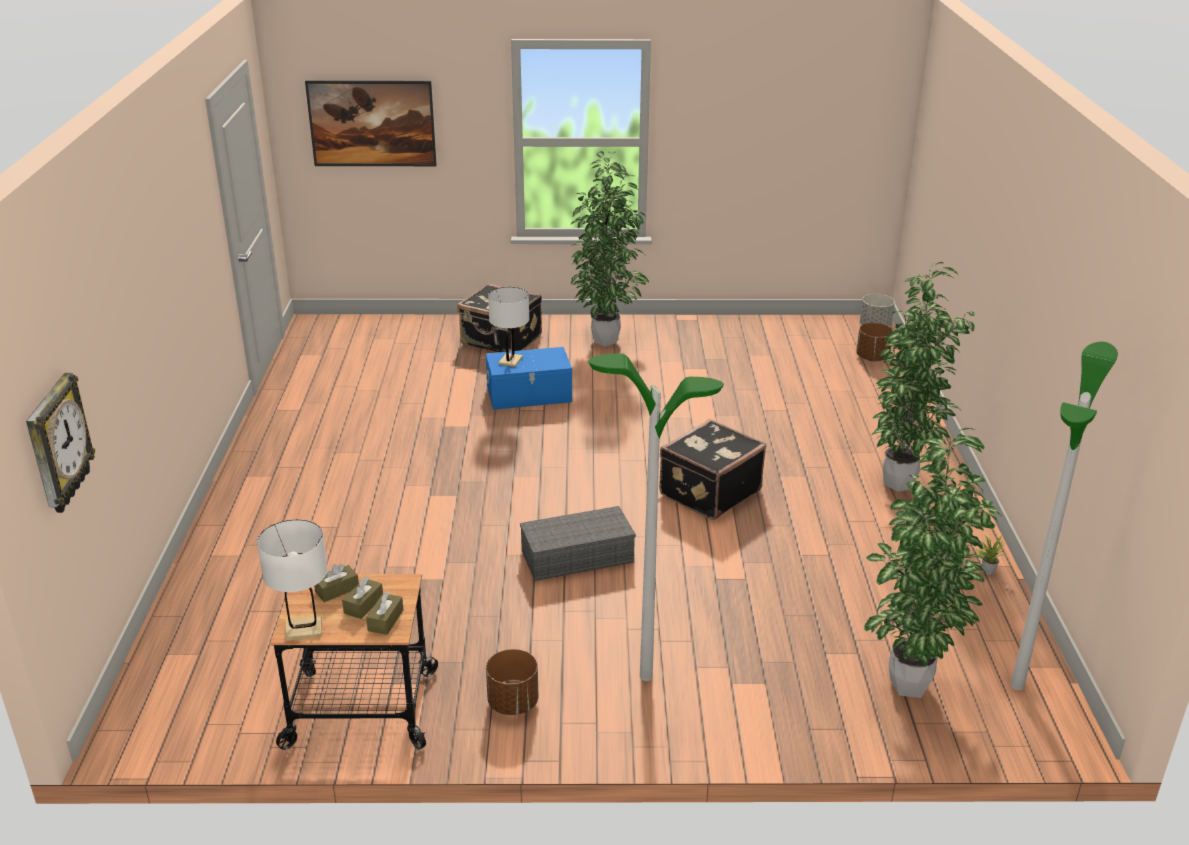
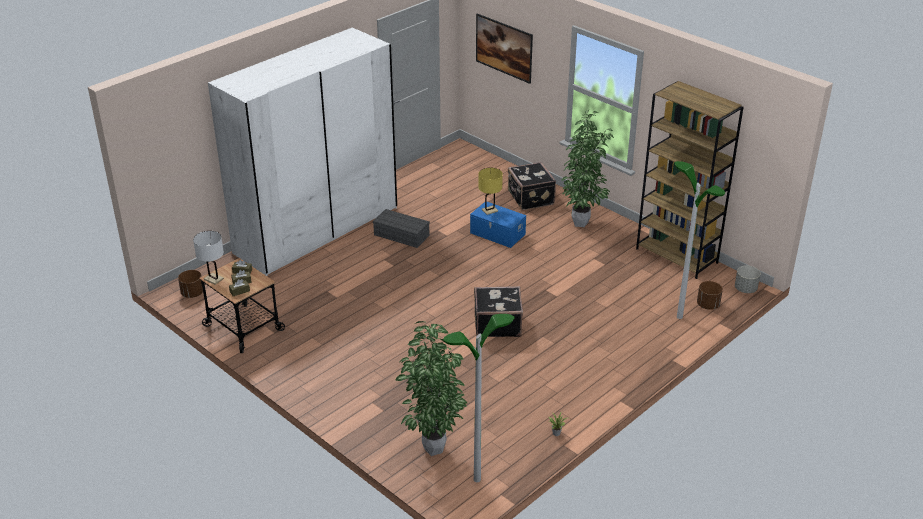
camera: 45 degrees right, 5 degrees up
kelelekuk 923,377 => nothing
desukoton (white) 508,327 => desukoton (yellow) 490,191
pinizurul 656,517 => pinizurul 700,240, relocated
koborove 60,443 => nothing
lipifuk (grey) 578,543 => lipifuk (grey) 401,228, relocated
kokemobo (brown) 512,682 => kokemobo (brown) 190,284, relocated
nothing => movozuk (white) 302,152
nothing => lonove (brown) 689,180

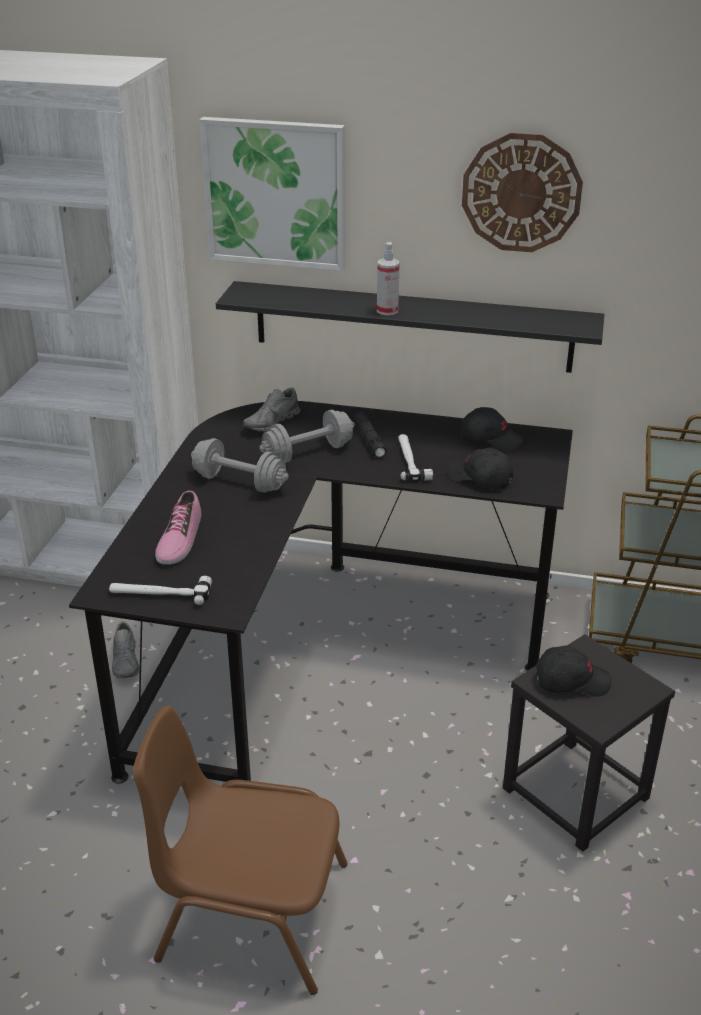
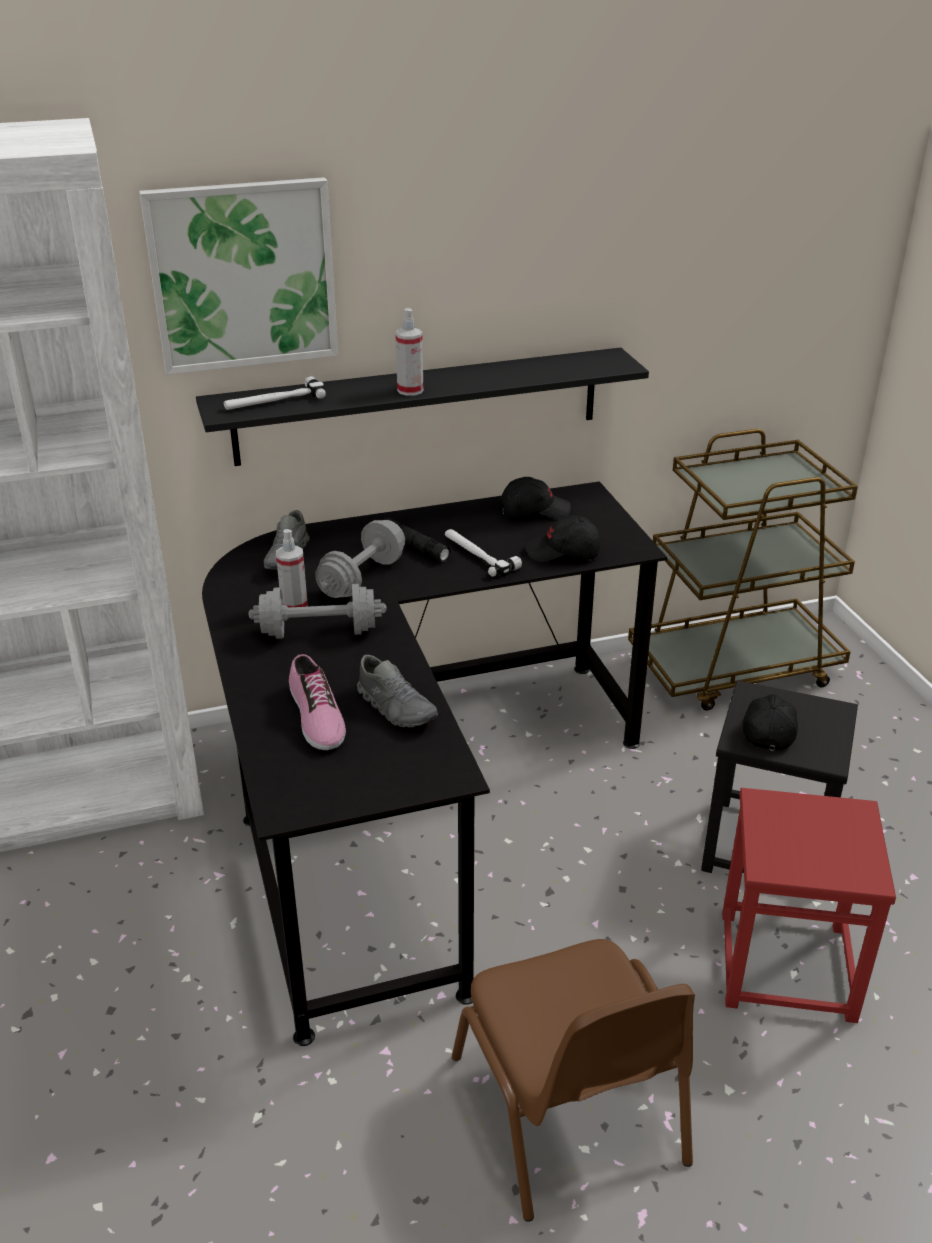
camera: 30 degrees left, 0 degrees up
koborove 522,192 => nothing
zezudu 160,590 => zezudu 275,393, relocated
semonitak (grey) 126,649 => semonitak (grey) 397,691, relocated
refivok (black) 573,671 => refivok (black) 770,722, 45 degrees counterclockwise
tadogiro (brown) 240,850 => tadogiro (brown) 573,1080, 90 degrees counterclockwise
nothing => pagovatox 292,568
nothing => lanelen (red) 809,905

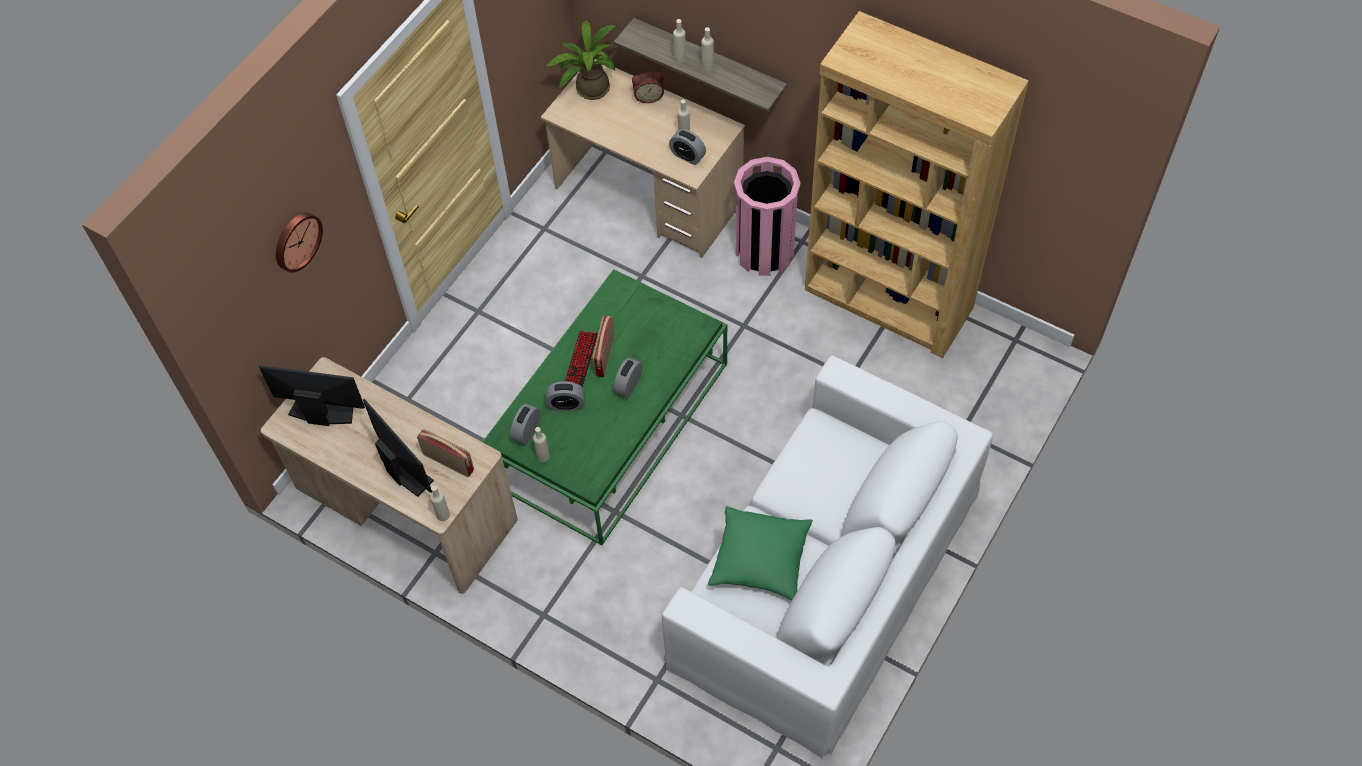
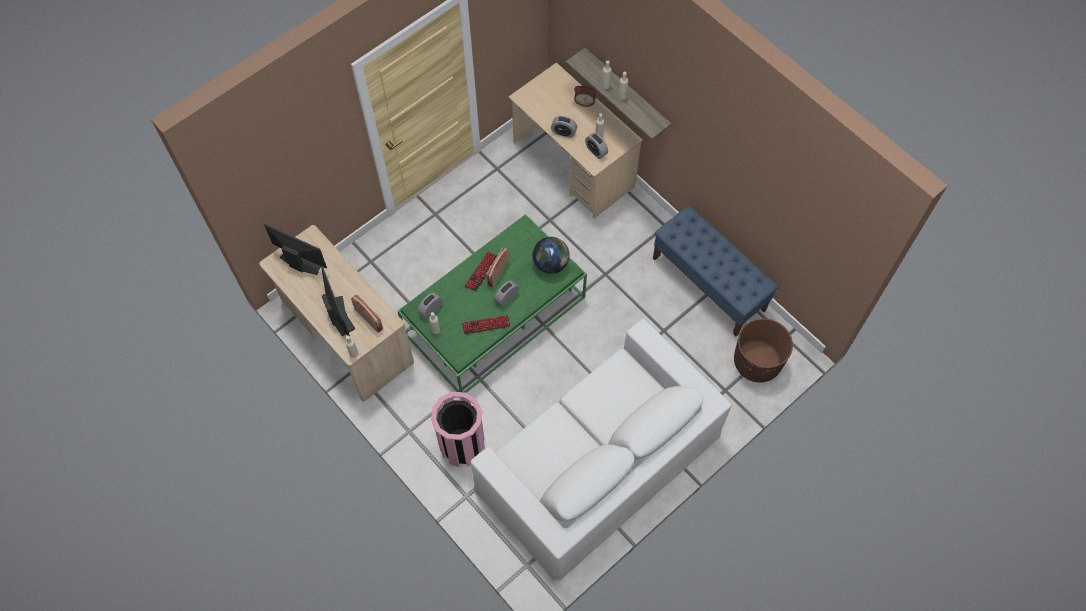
camera: 15 degrees right, 5 degrees up
lonove (brown) 917,184 => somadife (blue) 715,271
kelelekuk 581,60 => nothing
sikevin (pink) 767,216 => sikevin (pink) 458,429, relocated
koborove 299,243 => nothing
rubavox 565,396 => rubavox 564,127, relocated
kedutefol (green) 760,553 => nothing
nothing => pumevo 551,255
nothing => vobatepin 486,325
nothing => kokemobo (brown) 763,350

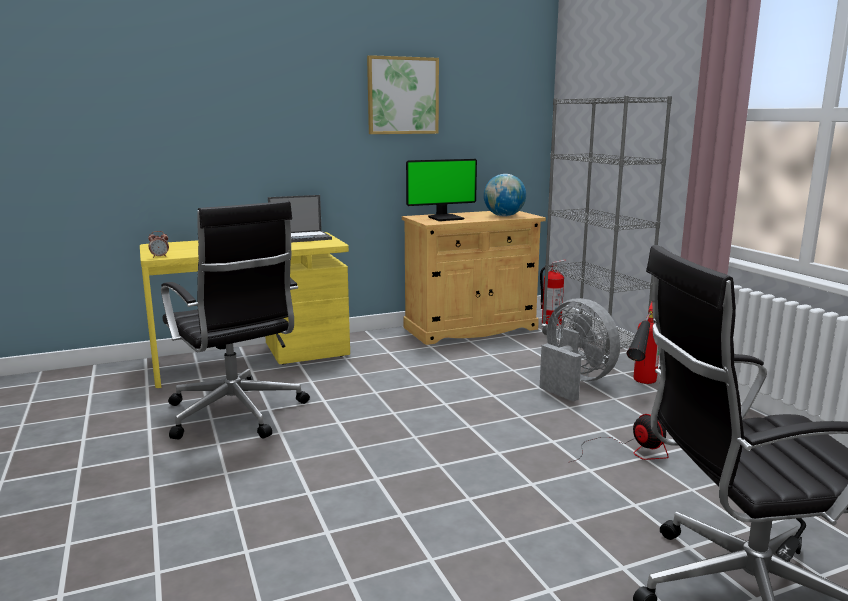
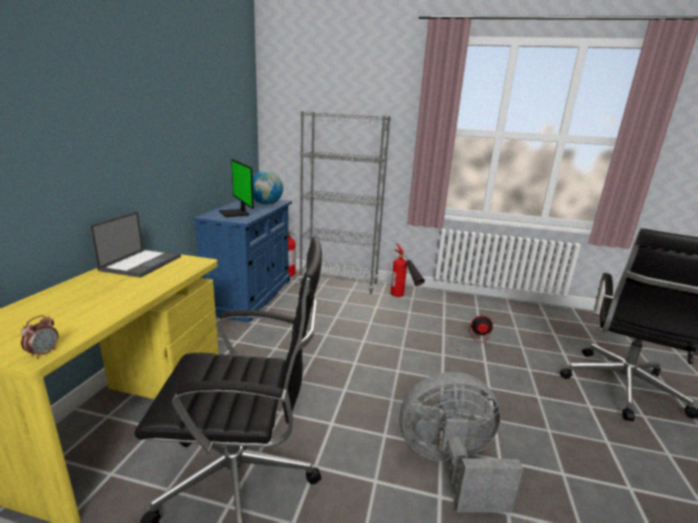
camera: 55 degrees left, 5 degrees up
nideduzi 403,94 => nothing
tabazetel 441,190 => tabazetel 236,188, 135 degrees clockwise
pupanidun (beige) 474,278 => pupanidun (blue) 242,261
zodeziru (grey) 580,349 => zodeziru (grey) 461,442, relocated

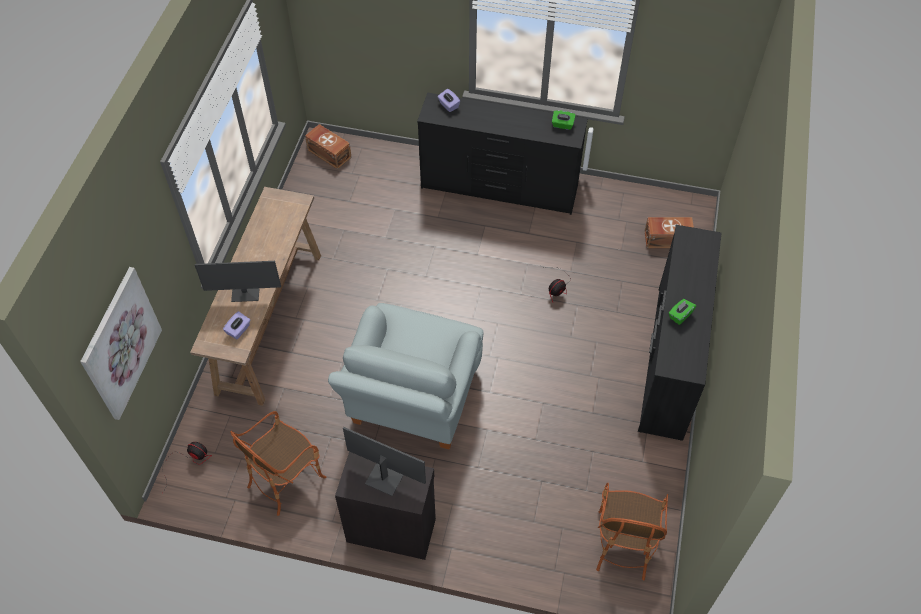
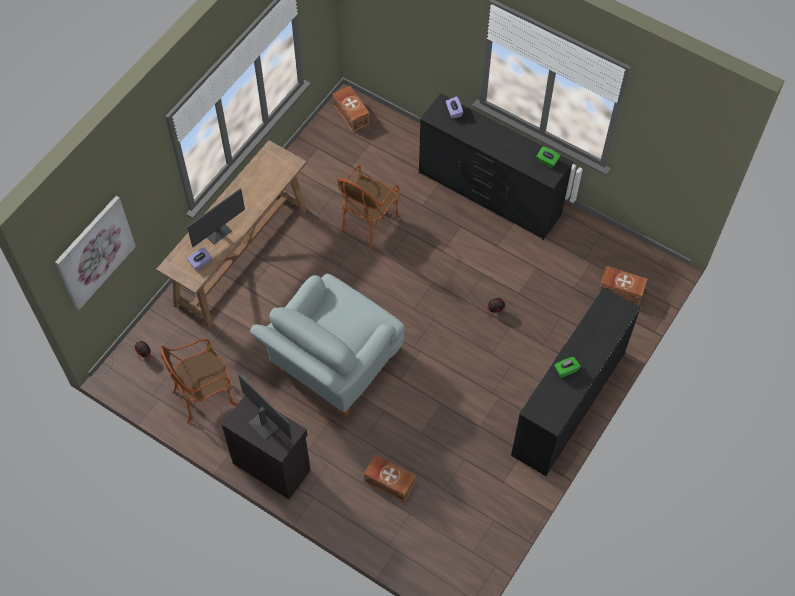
camera: 20 degrees right, 5 degrees up
tabazetel 238,281 => tabazetel 216,217, 60 degrees counterclockwise
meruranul 632,531 => meruranul 368,207, relocated
nothing => lipifuk (brown) 389,479

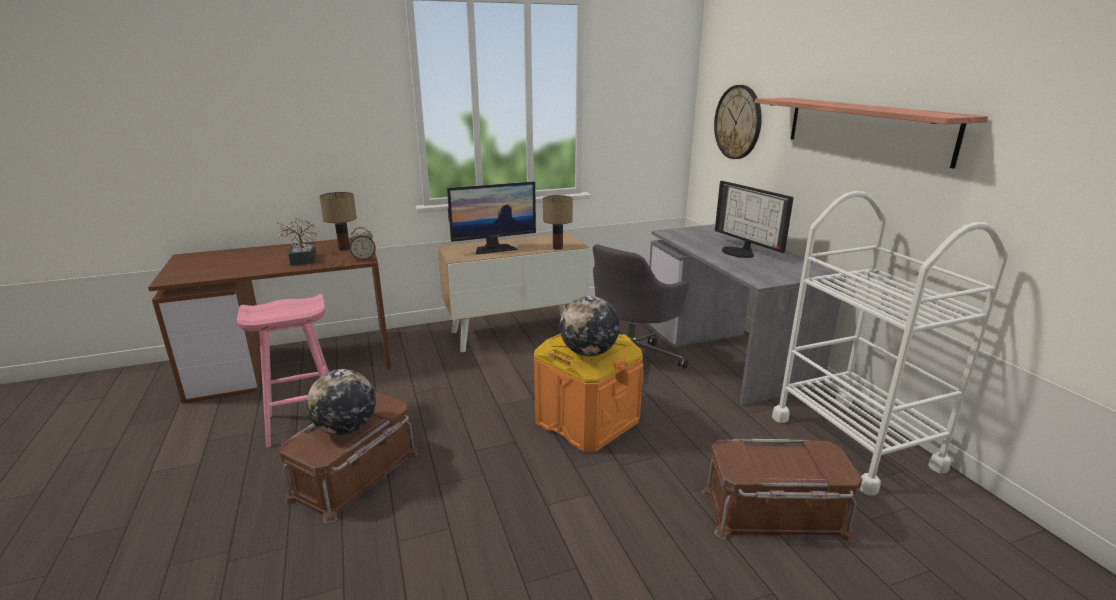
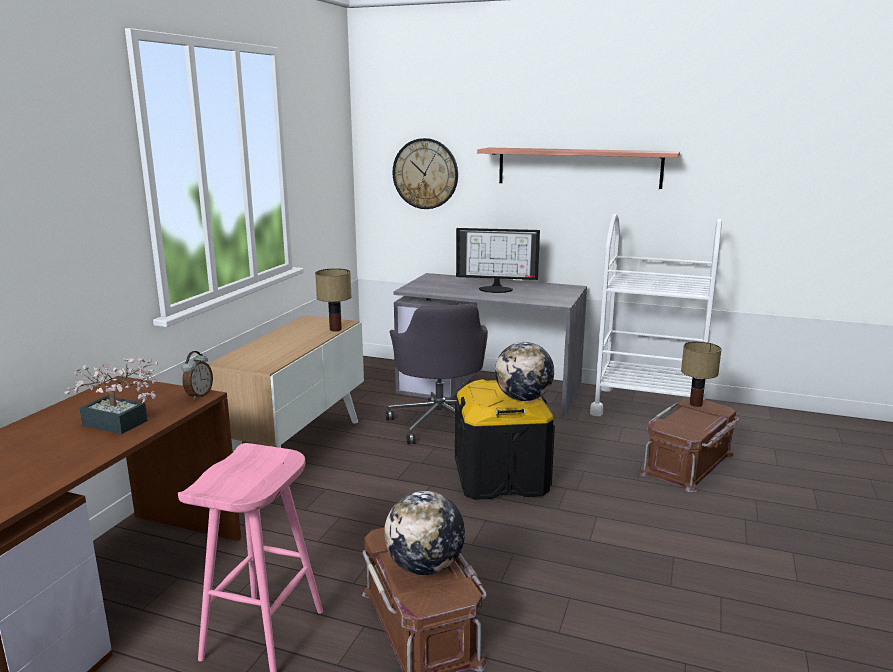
camera: 50 degrees left, 5 degrees down
tabazetel 491,218 => nothing
desukoton 338,221 => desukoton 701,374, relocated
lipifuk (orange) 588,393 => lipifuk (black) 505,439

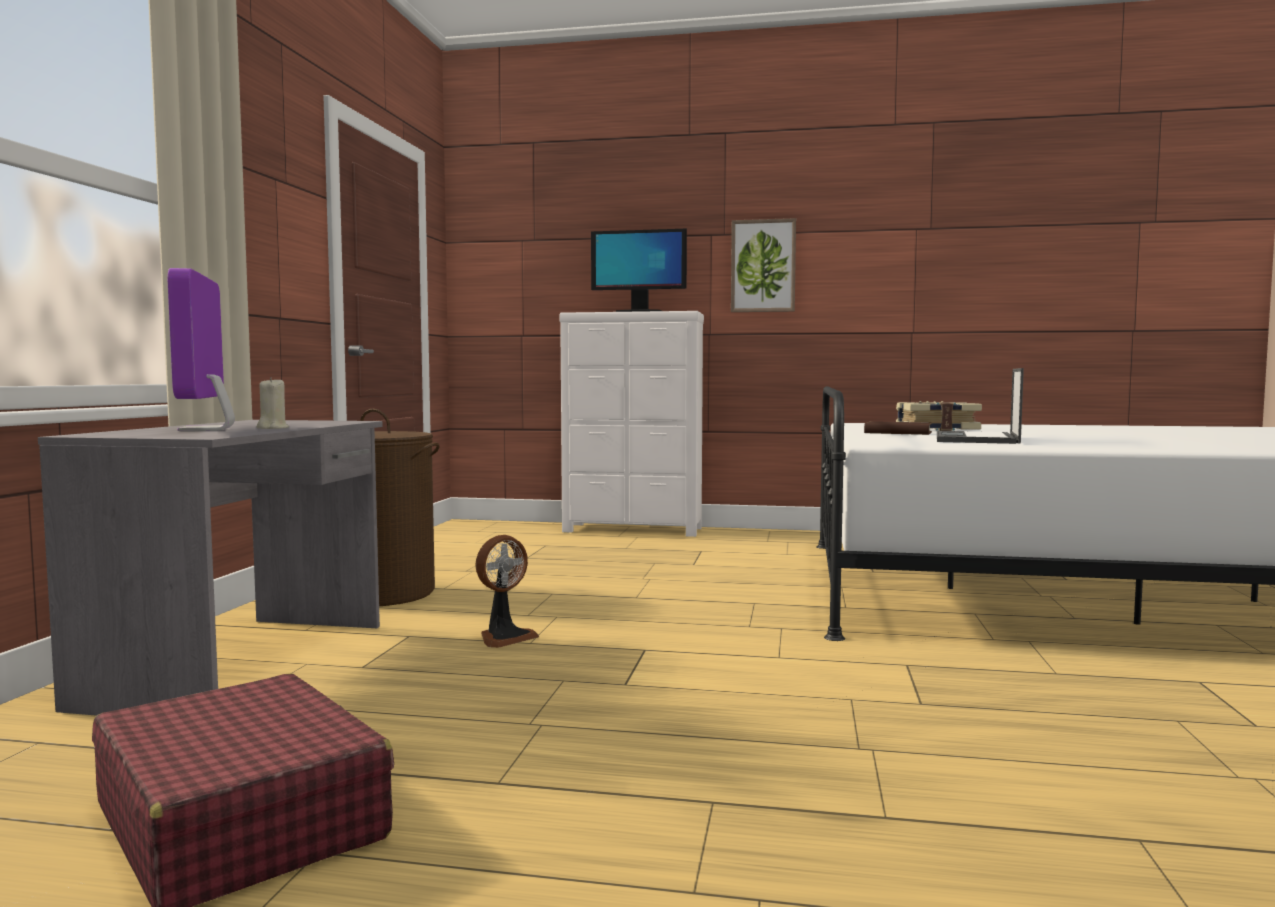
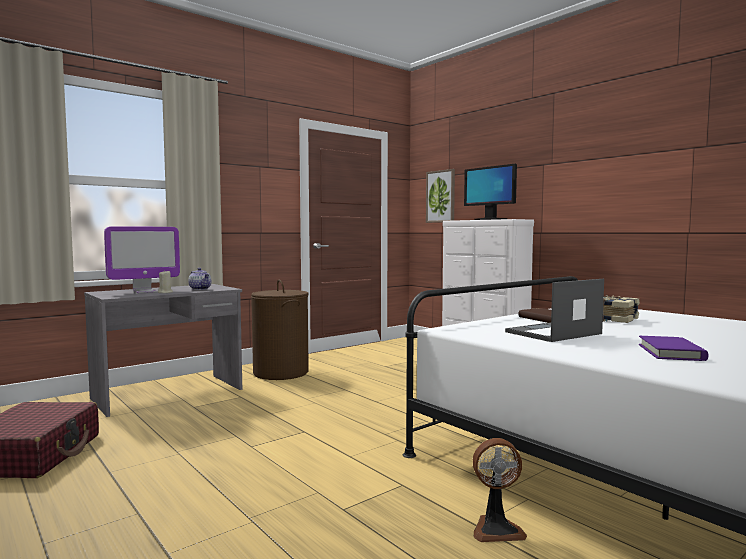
camera: 40 degrees right, 0 degrees up
nideduzi 763,265 => nideduzi 440,196, relocated
tabazetel 201,349 => tabazetel 142,259, 150 degrees counterclockwise
zodeziru 507,591 => zodeziru 500,490, relocated
nothing => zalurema 199,279
nothing => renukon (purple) 673,348

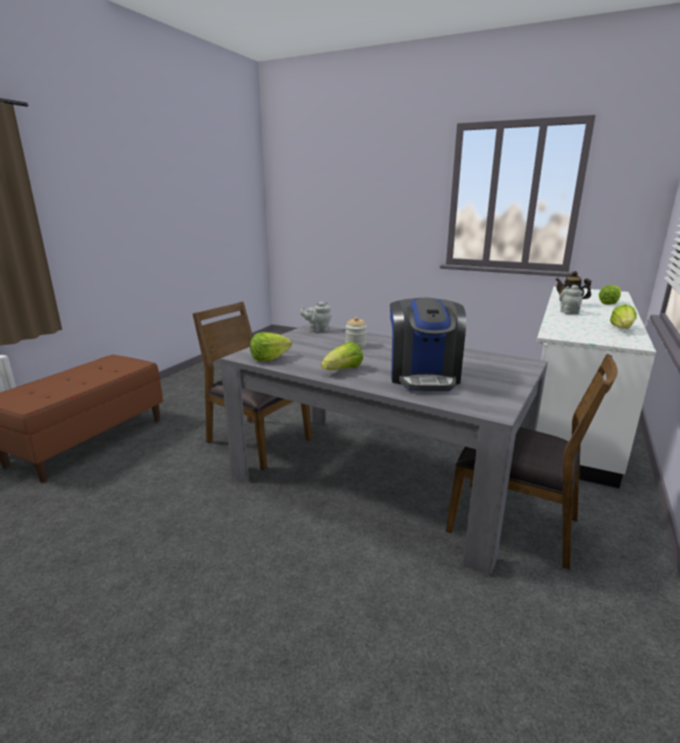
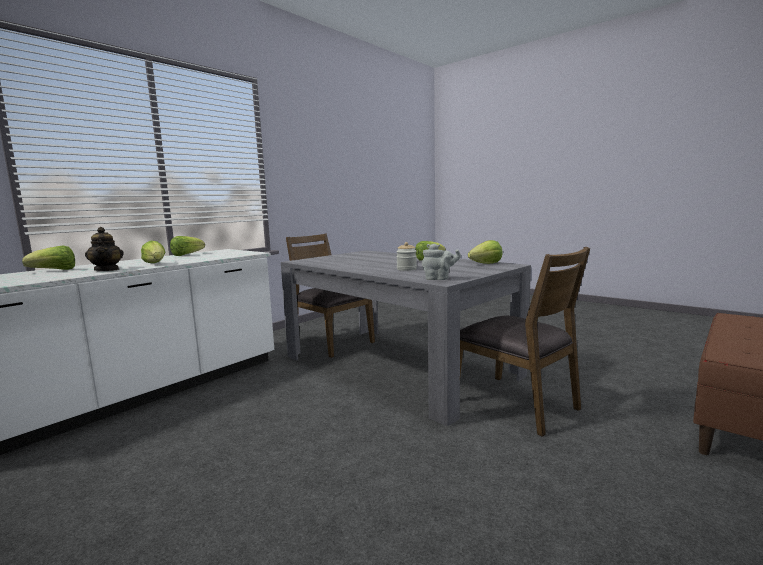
camera: 165 degrees left, 10 degrees down
zalurema (grey) 571,299 => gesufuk 153,252
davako 428,344 => nothing

